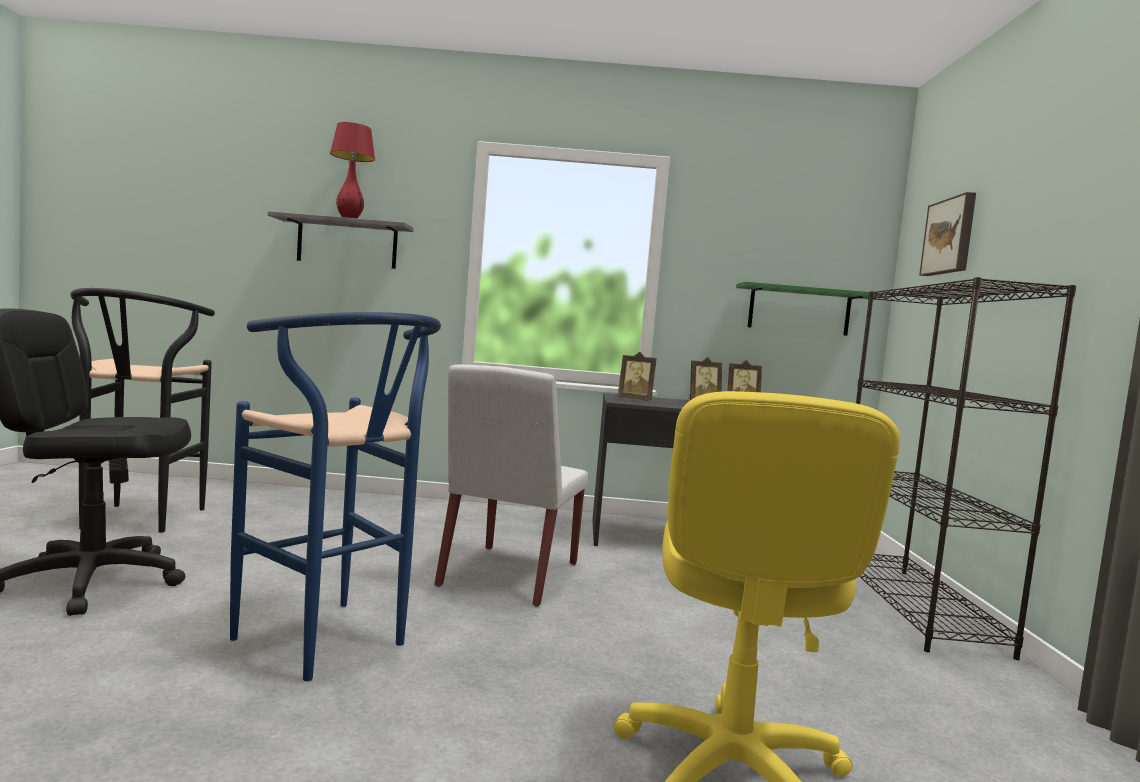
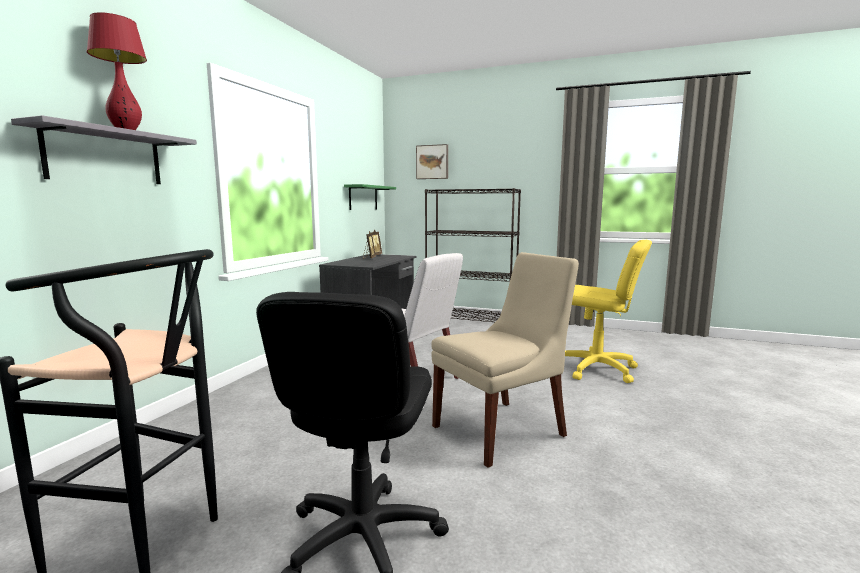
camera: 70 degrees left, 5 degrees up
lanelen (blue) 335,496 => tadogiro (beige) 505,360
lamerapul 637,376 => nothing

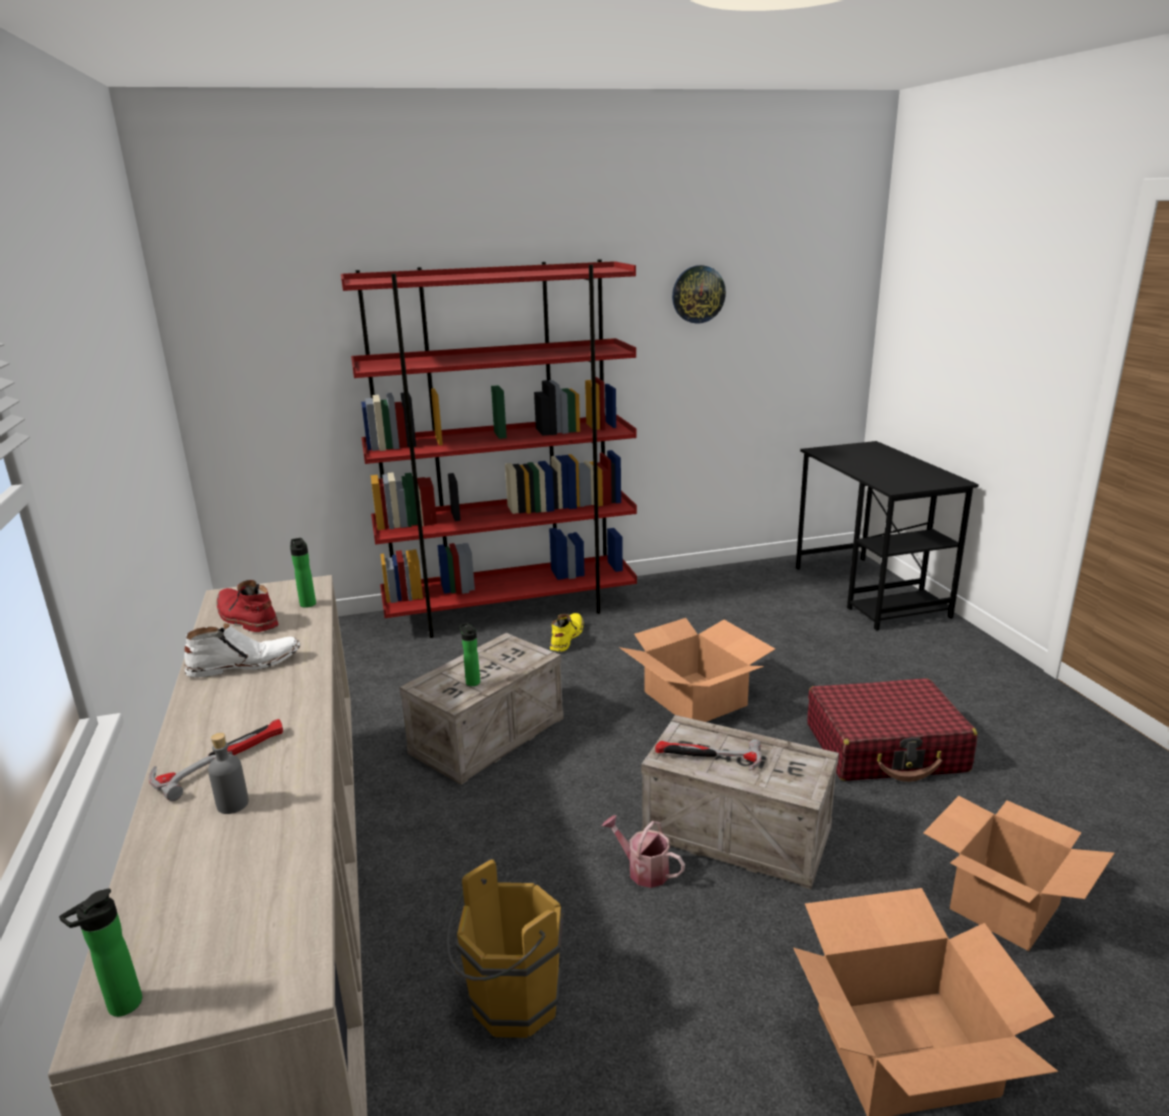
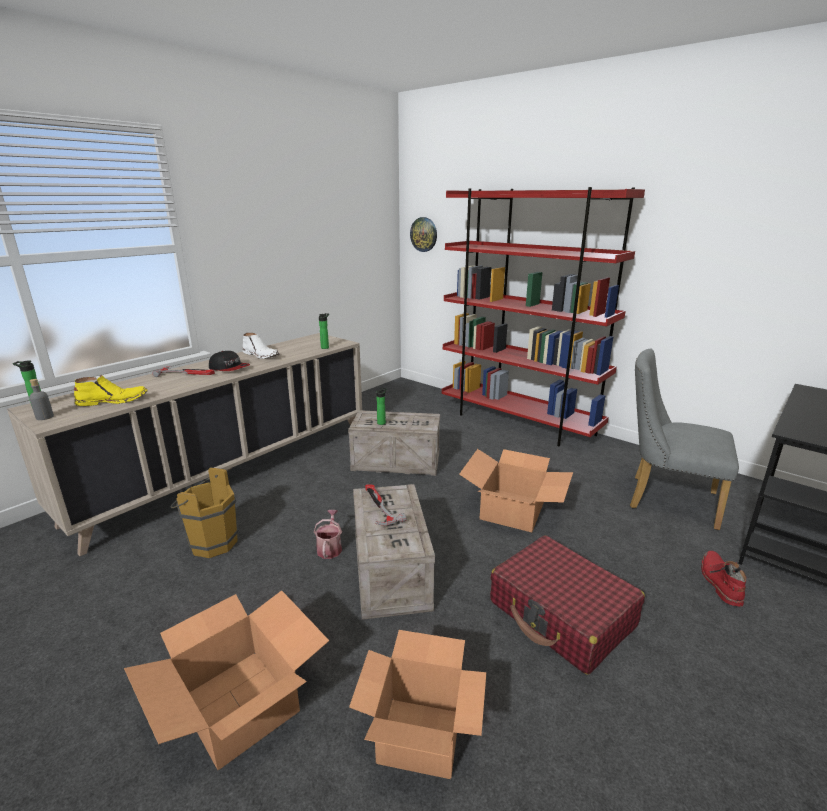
camera: 55 degrees right, 0 degrees up
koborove 699,294 => koborove 423,234, relocated
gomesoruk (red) 247,606 => gomesoruk (red) 723,579, relocated
gomesoruk (yellow) 566,632 => gomesoruk (yellow) 111,390, relocated
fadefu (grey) 228,773 => fadefu (grey) 41,399, relocated
nothing => tadogiro (grey) 684,439
nothing => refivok 229,361

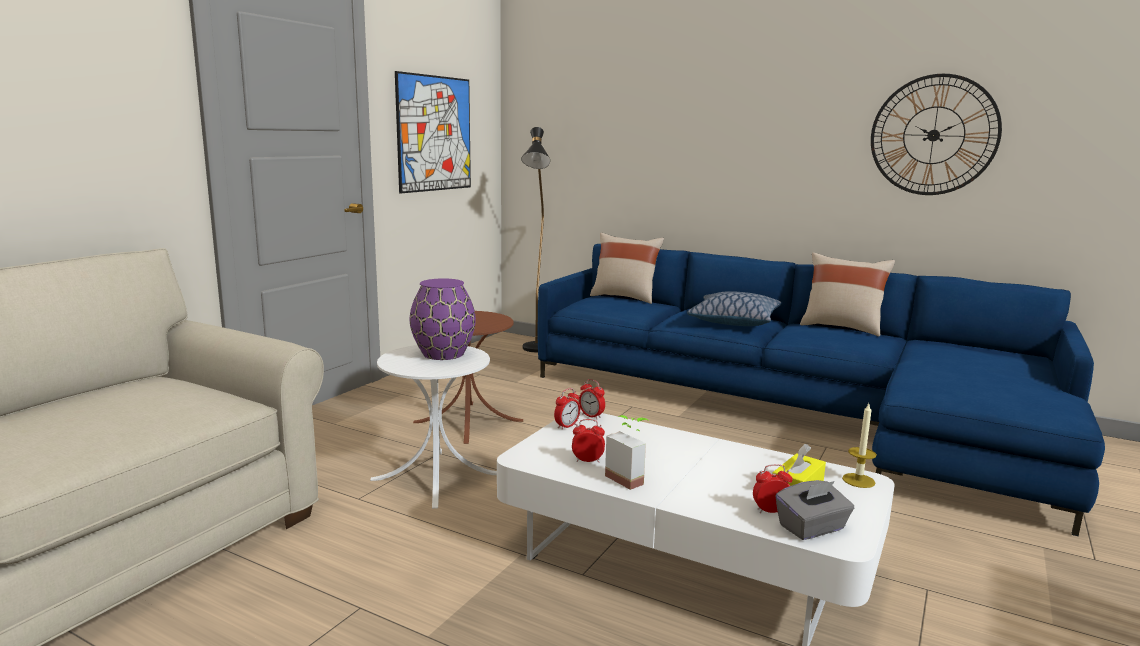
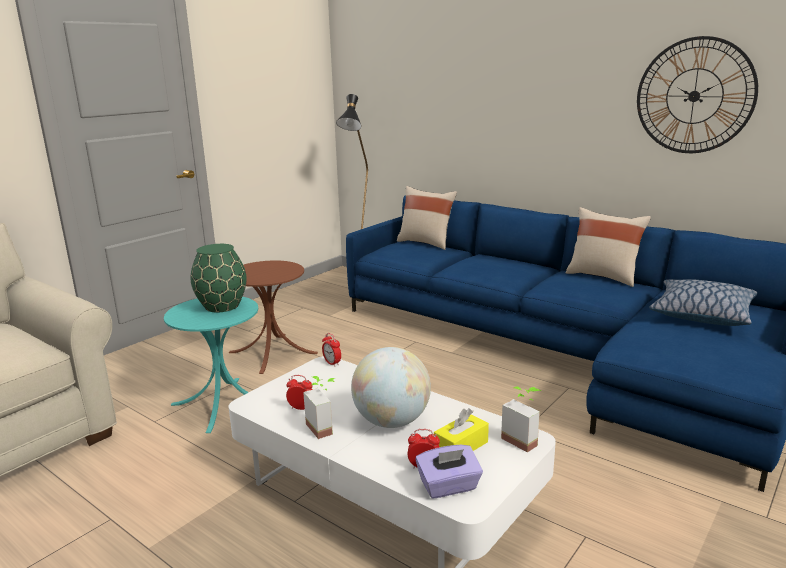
camera: 10 degrees right, 5 degrees up
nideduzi 433,132 => nothing
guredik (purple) 443,319 => guredik (green) 219,278
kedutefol 734,308 => kedutefol 703,302, relocated
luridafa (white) 433,427 => luridafa (turquoise) 211,365
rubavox 567,409 => nothing
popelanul 859,446 => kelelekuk 521,419
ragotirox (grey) 815,510 => ragotirox (purple) 449,472
nothing => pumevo 391,387

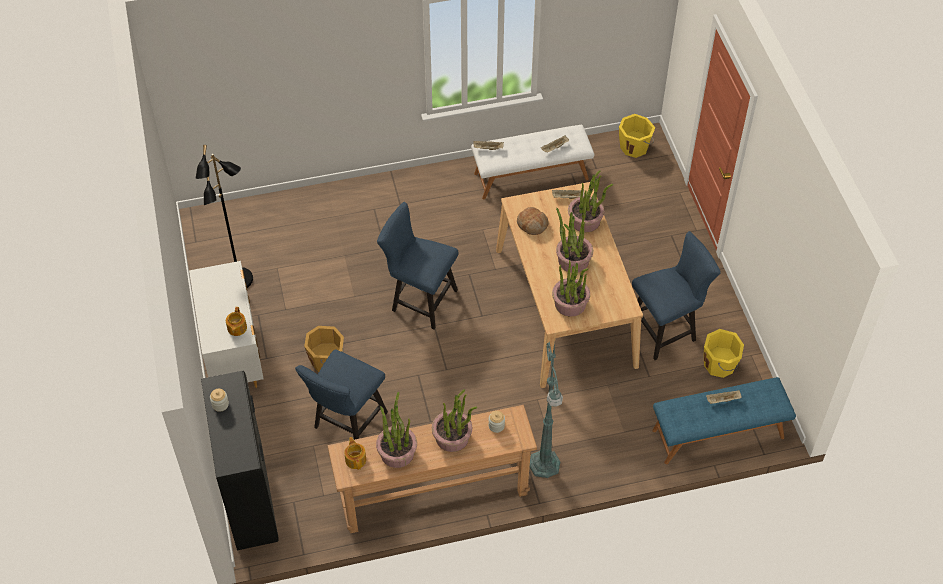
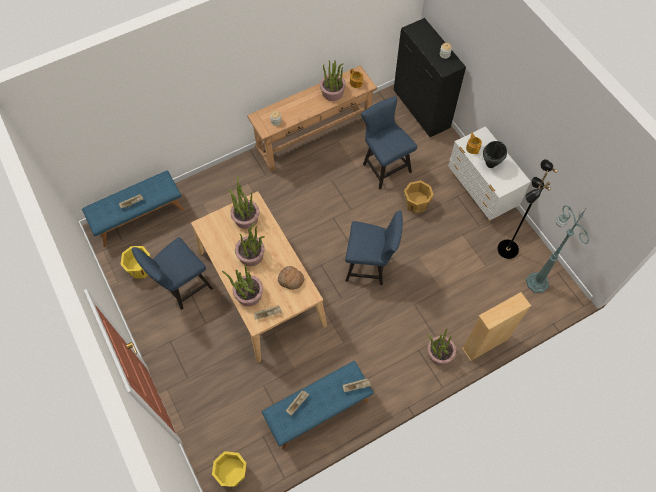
camera: 165 degrees right, 10 degrees up
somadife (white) 532,162 => somadife (blue) 318,405
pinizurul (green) 546,410 => pinizurul (green) 557,249, relocated
tadogiro (blue) 341,394 => tadogiro (blue) 389,142, 45 degrees counterclockwise
kelelekuk 454,420 => kelelekuk 441,346, relocated
nothing => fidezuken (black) 495,154
nothing => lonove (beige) 496,326

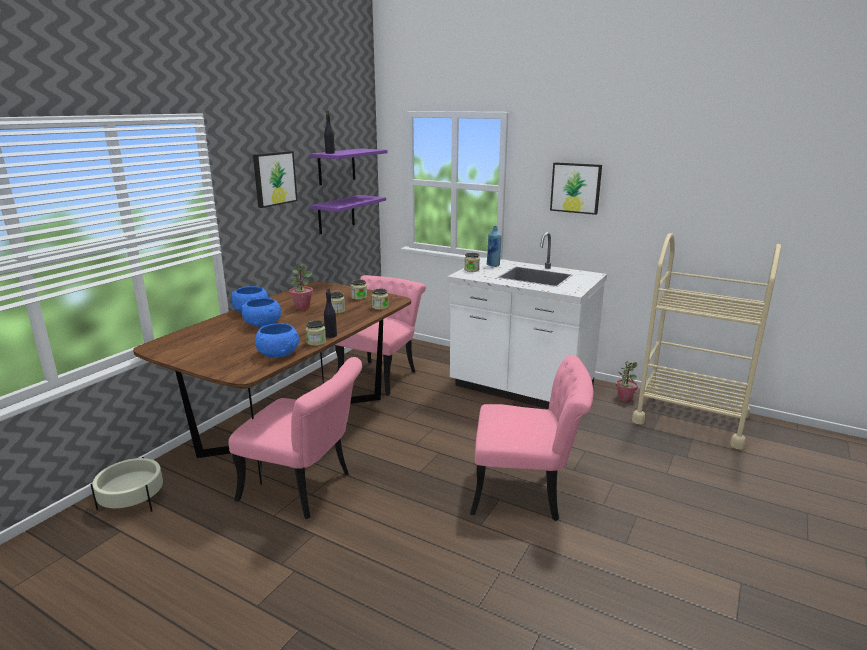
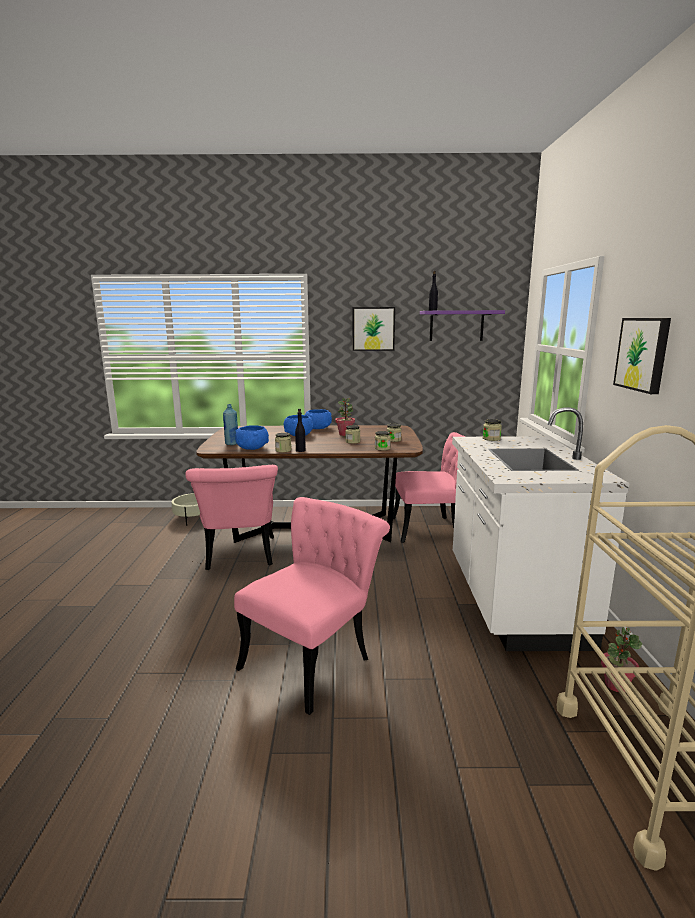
camera: 60 degrees right, 5 degrees down
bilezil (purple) 348,214 => nothing
fadefu (blue) 494,246 => fadefu (blue) 230,424, relocated
tadogiro (pink) 532,438 => tadogiro (pink) 312,606, 120 degrees counterclockwise

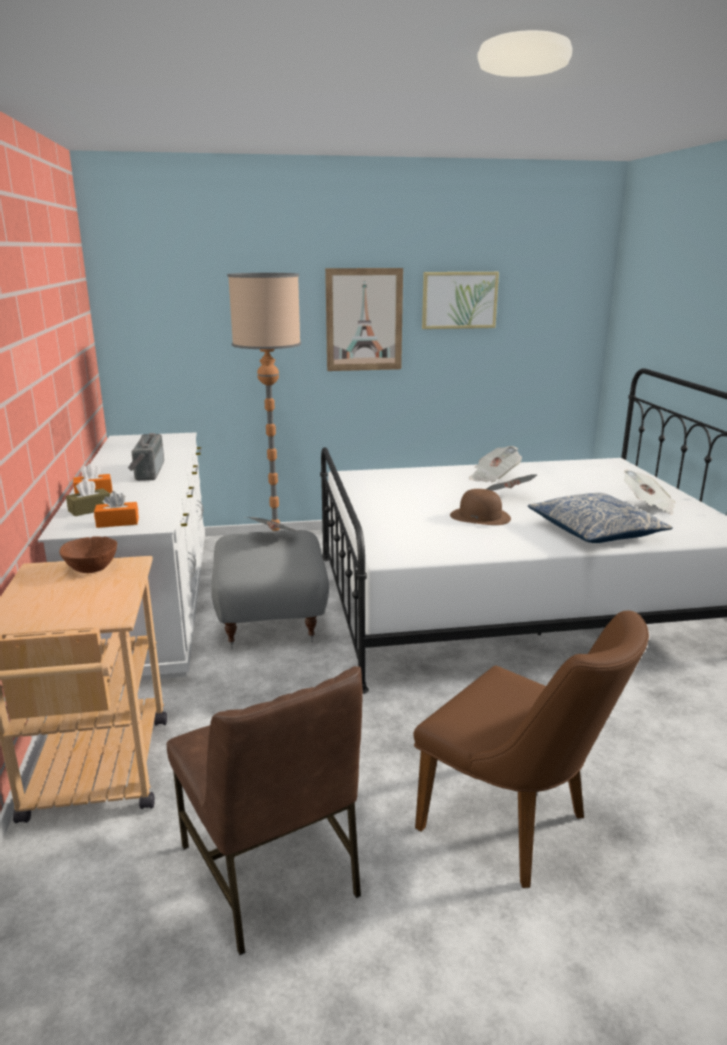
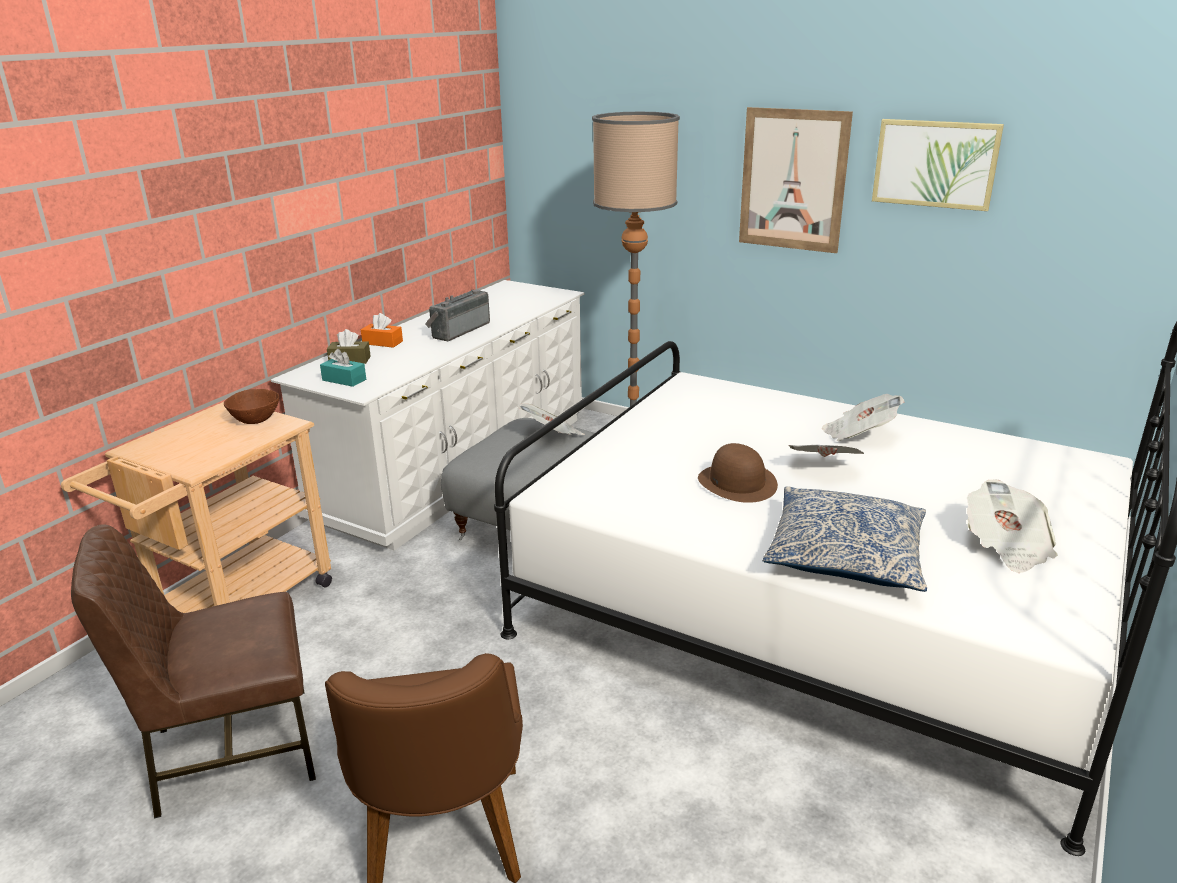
camera: 40 degrees right, 5 degrees up
ragotirox (orange) 116,509 => ragotirox (turquoise) 343,368
tadogiro (brown) 265,810 => tadogiro (brown) 193,671, 60 degrees clockwise

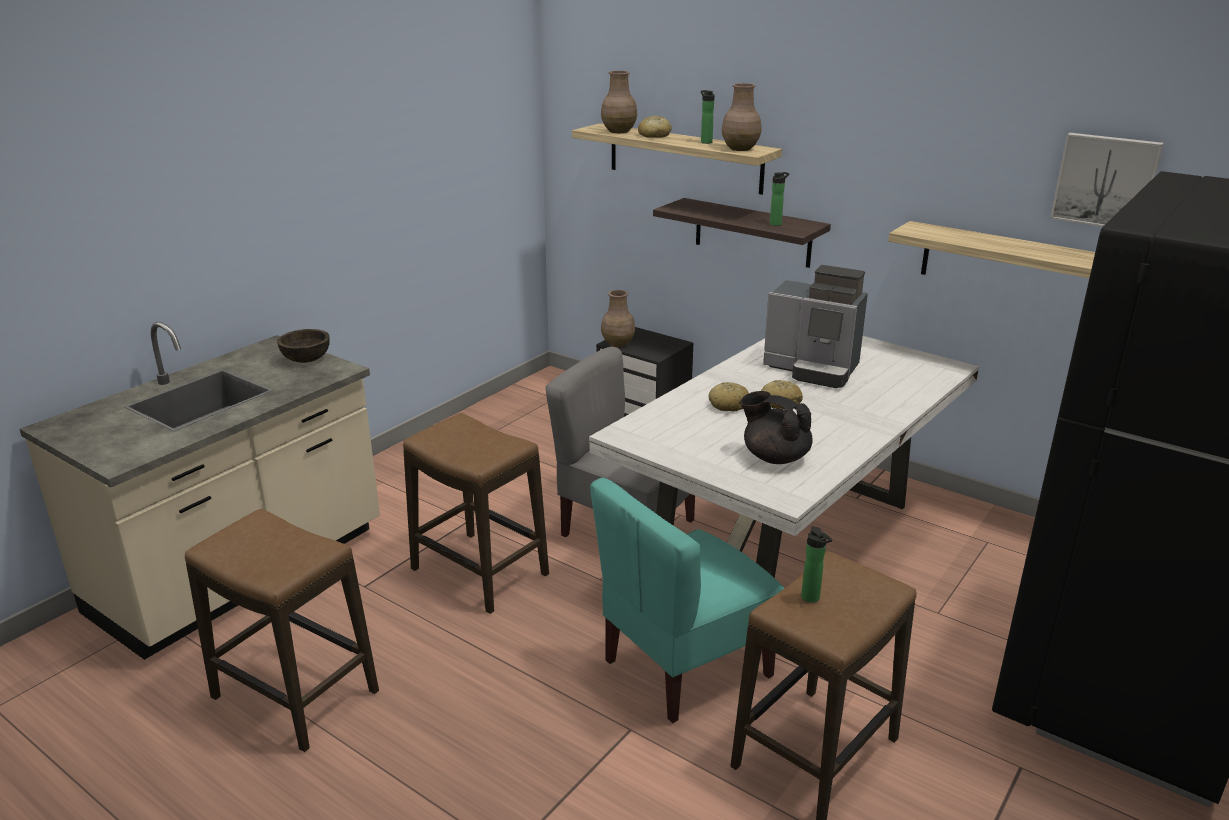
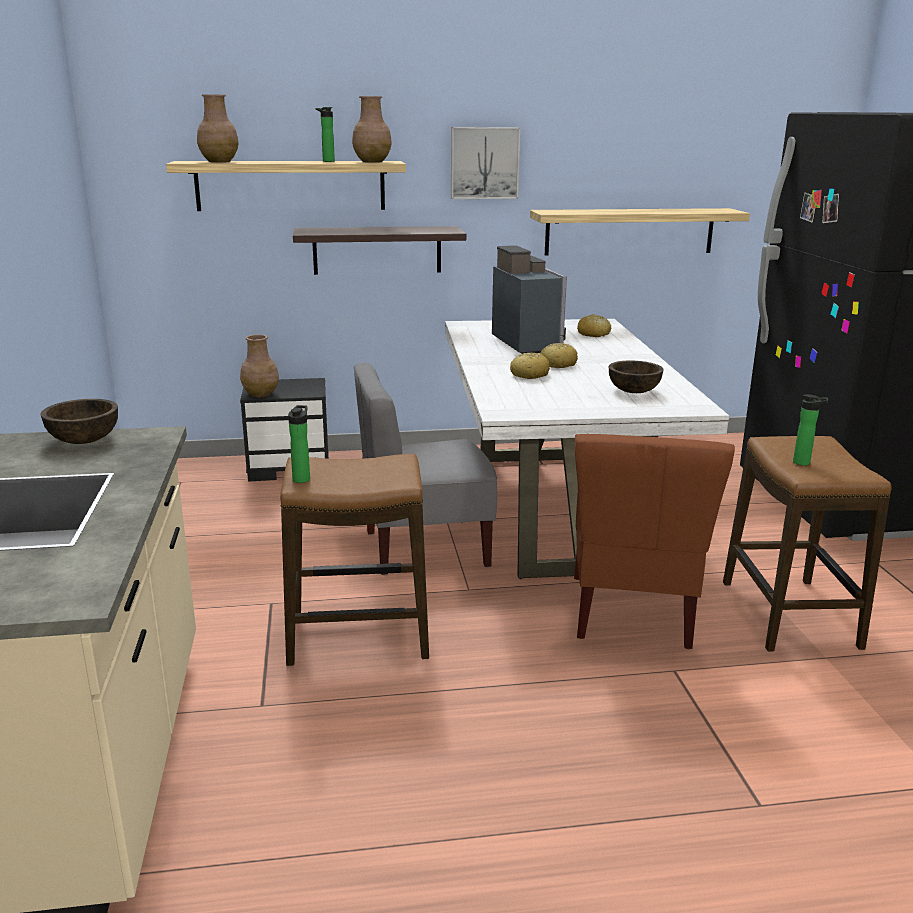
camera: 45 degrees left, 5 degrees down
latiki 654,126 => latiki 594,325, relocated
nideduzi 1107,180 => nideduzi 485,163, relocated
fadefu 780,199 => fadefu 299,444, relocated
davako 815,326 => davako 529,299, 90 degrees counterclockwise
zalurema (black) 777,427 => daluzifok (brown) 636,377
tadogiro (turquoise) 687,600 => tadogiro (brown) 654,541
lanelen 282,630 => nothing

